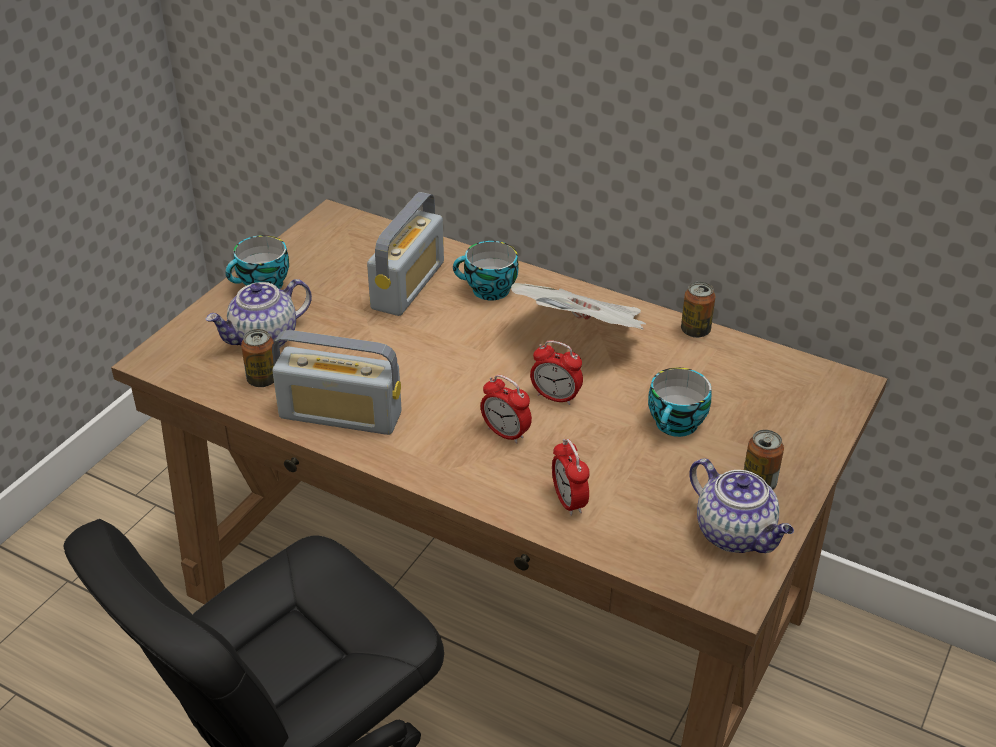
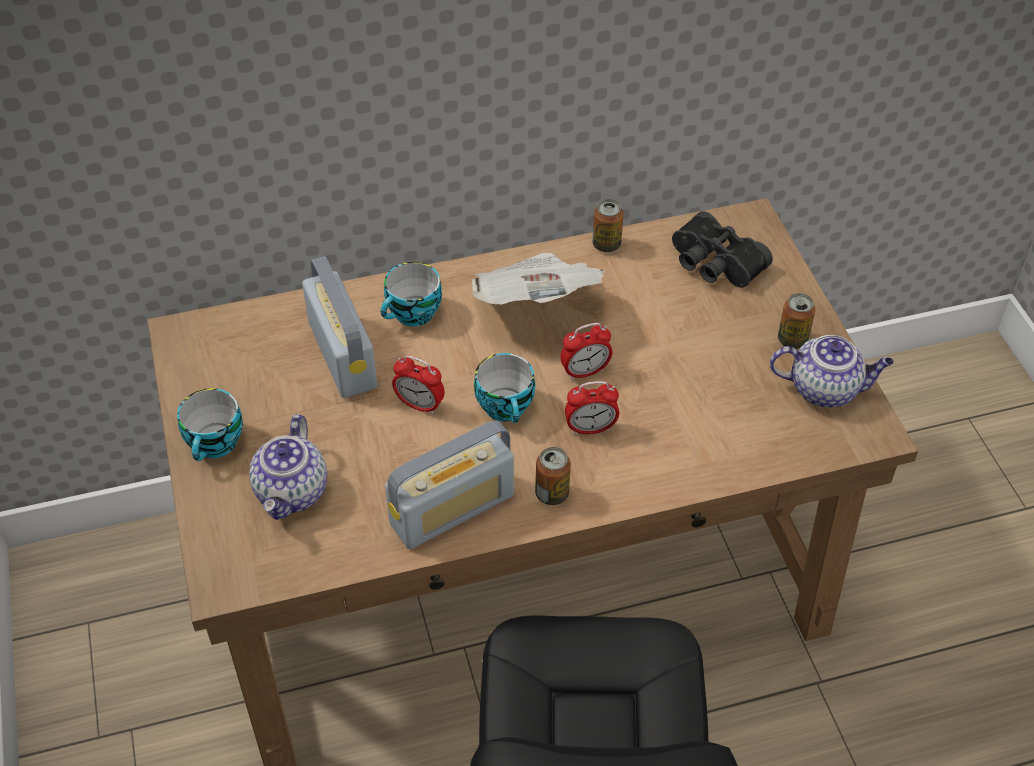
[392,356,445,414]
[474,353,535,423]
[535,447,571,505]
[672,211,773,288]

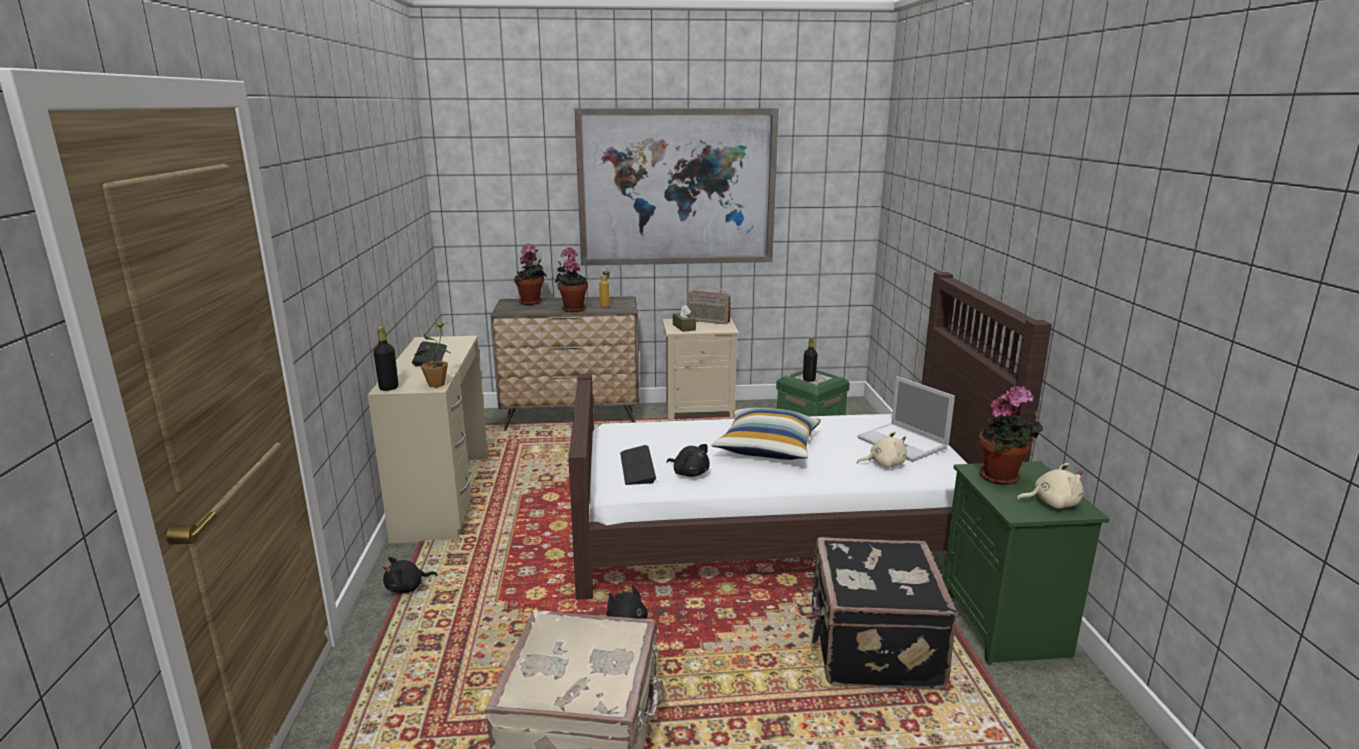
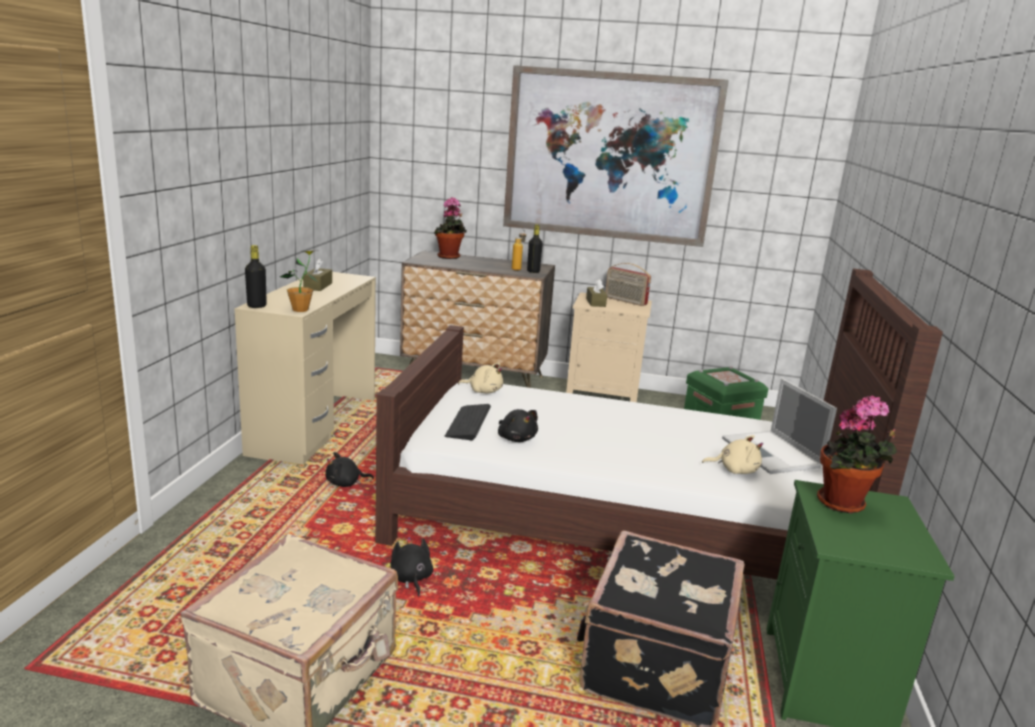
[303,258,332,291]
[326,452,374,487]
[458,363,503,393]
[527,224,543,273]
[555,247,588,312] (first image)
[712,408,821,460] (first image)

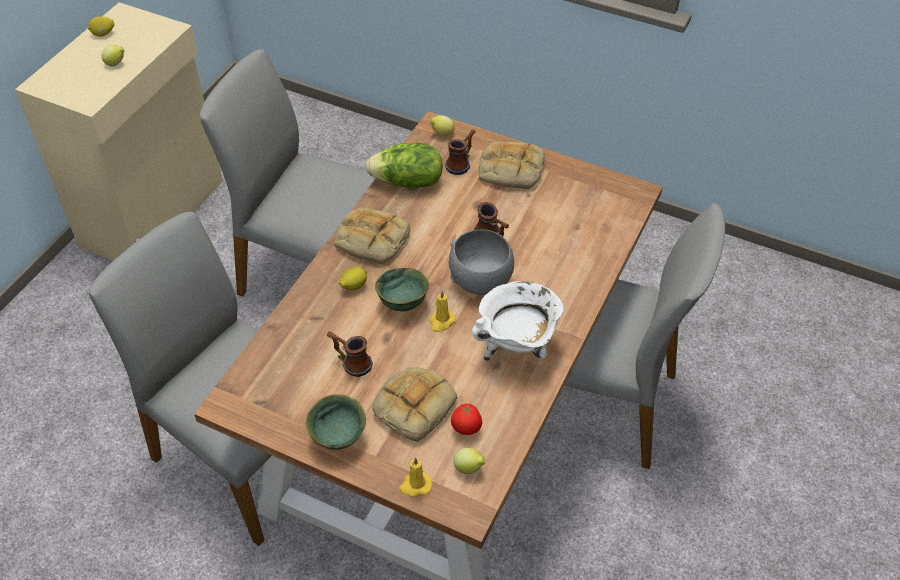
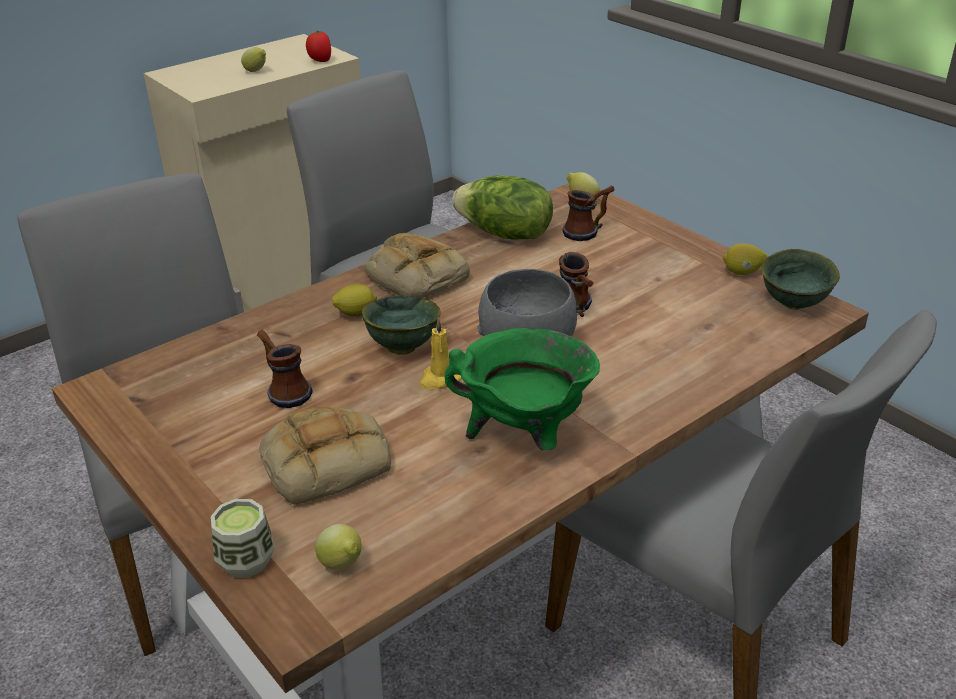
[211,499,274,578]
[306,31,331,62]
[445,328,600,450]
[723,244,767,275]
[761,249,840,310]
[479,142,545,189] (first image)

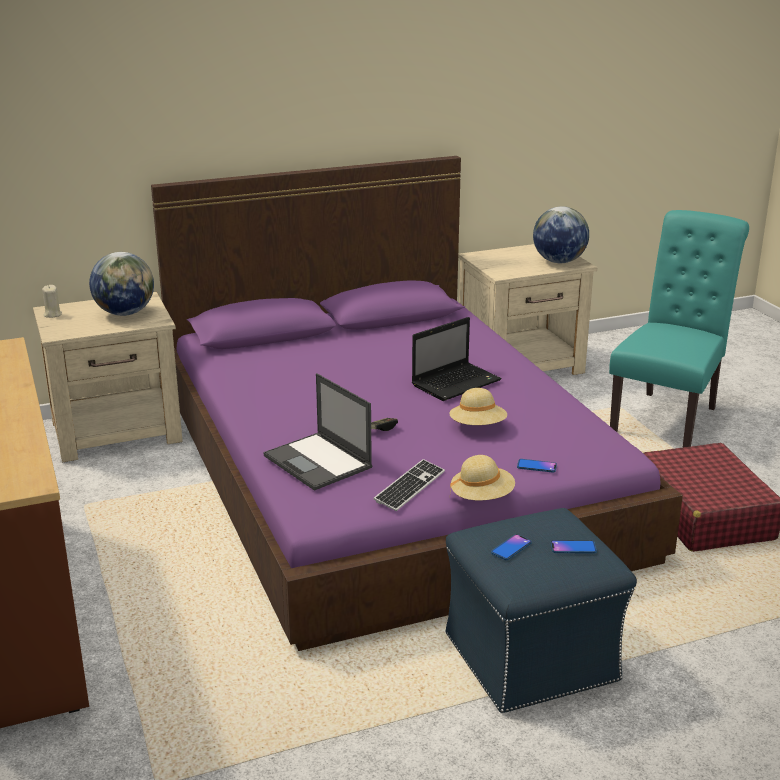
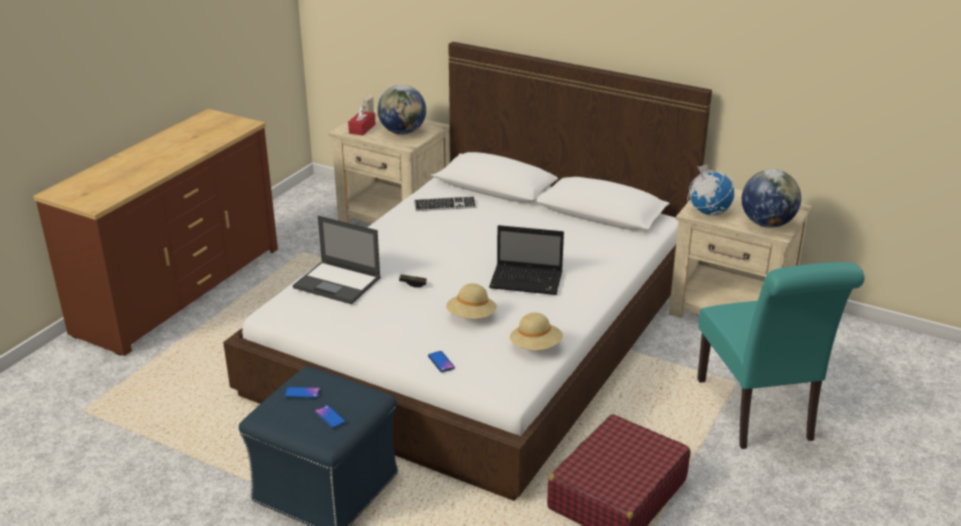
[223,42,712,501]
[293,216,381,304]
[348,105,376,136]
[414,196,476,211]
[510,313,563,350]
[687,164,734,216]
[697,262,865,449]

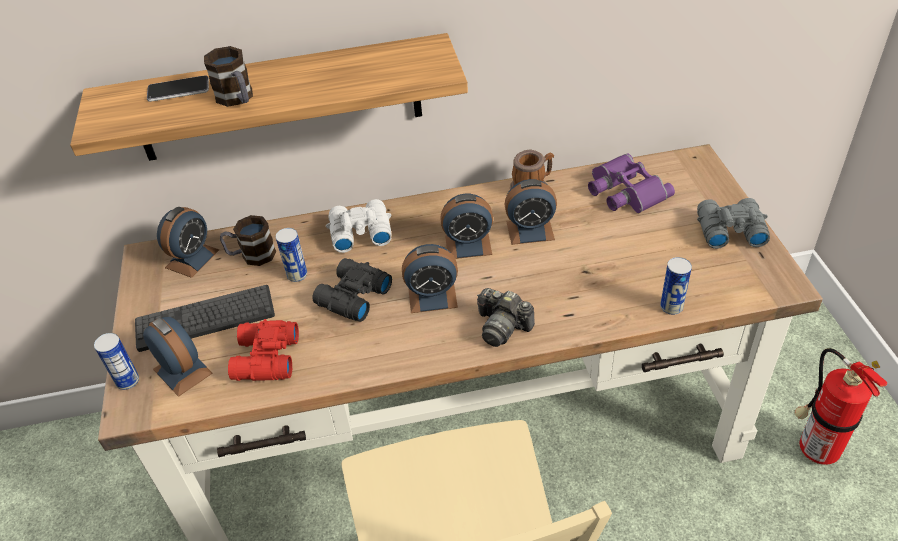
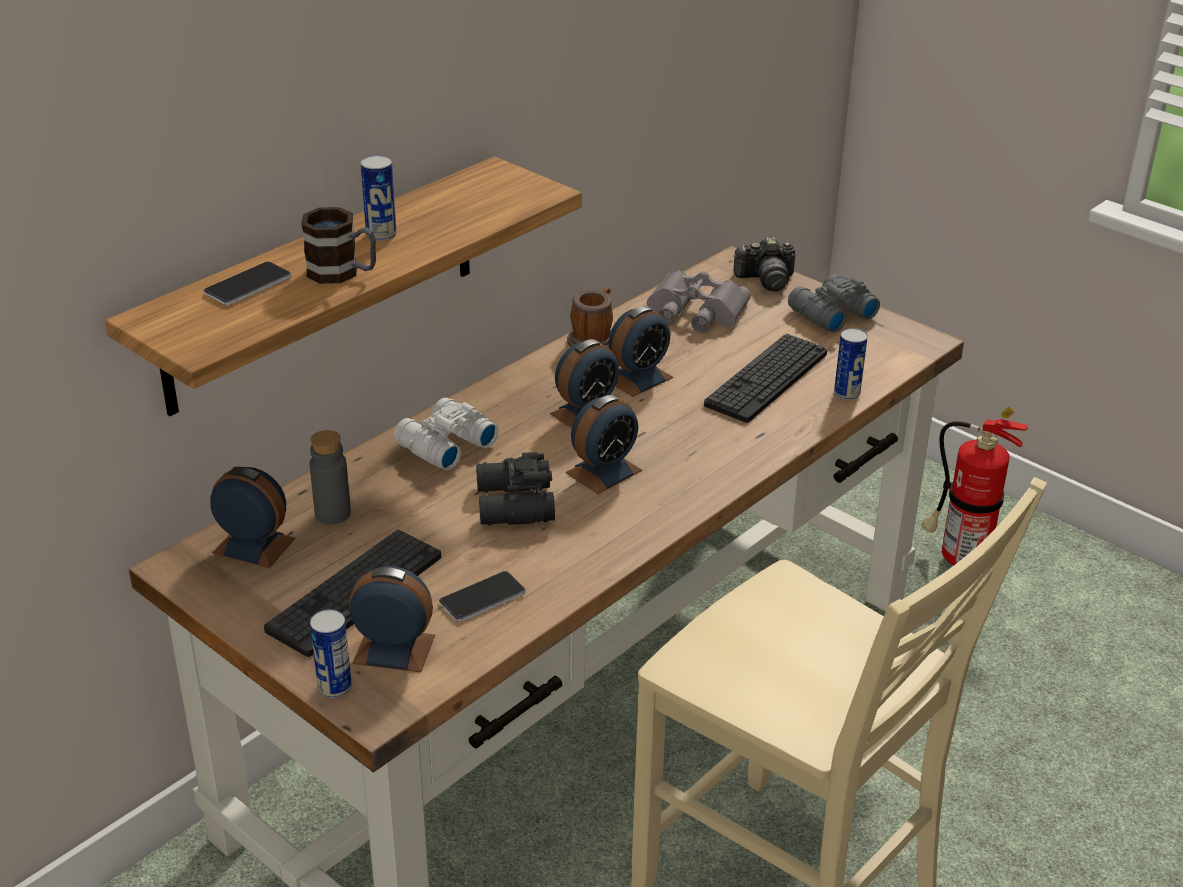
[210,467,295,568]
[310,430,351,524]
[361,155,396,241]
[439,571,526,622]
[647,270,751,333]
[704,334,827,423]
[733,237,795,291]

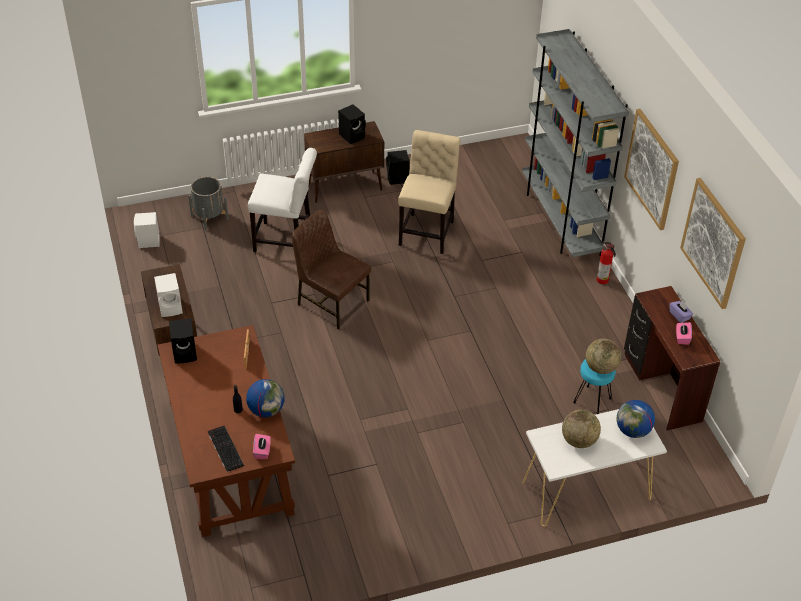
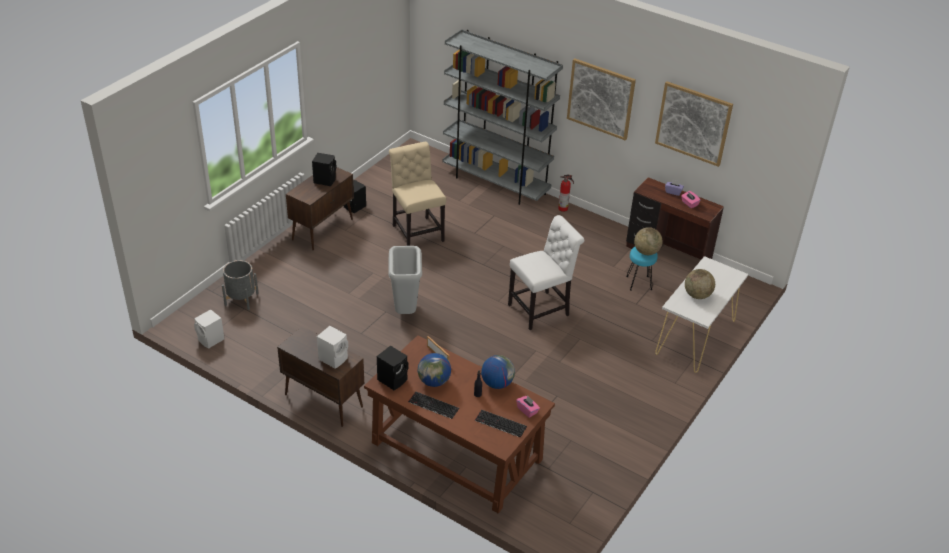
[388,246,422,314]
[408,392,459,419]
[417,353,451,387]
[508,215,584,330]

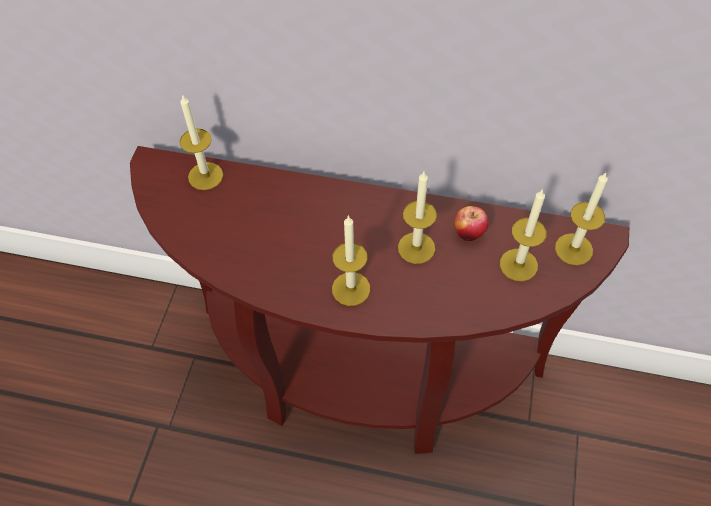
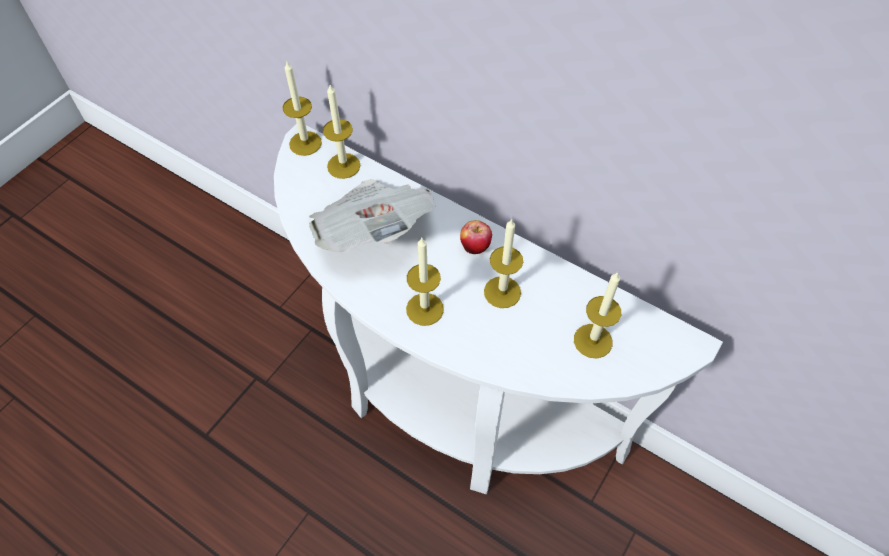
[274,124,723,494]
[283,61,322,156]
[309,179,436,252]
[460,220,492,254]

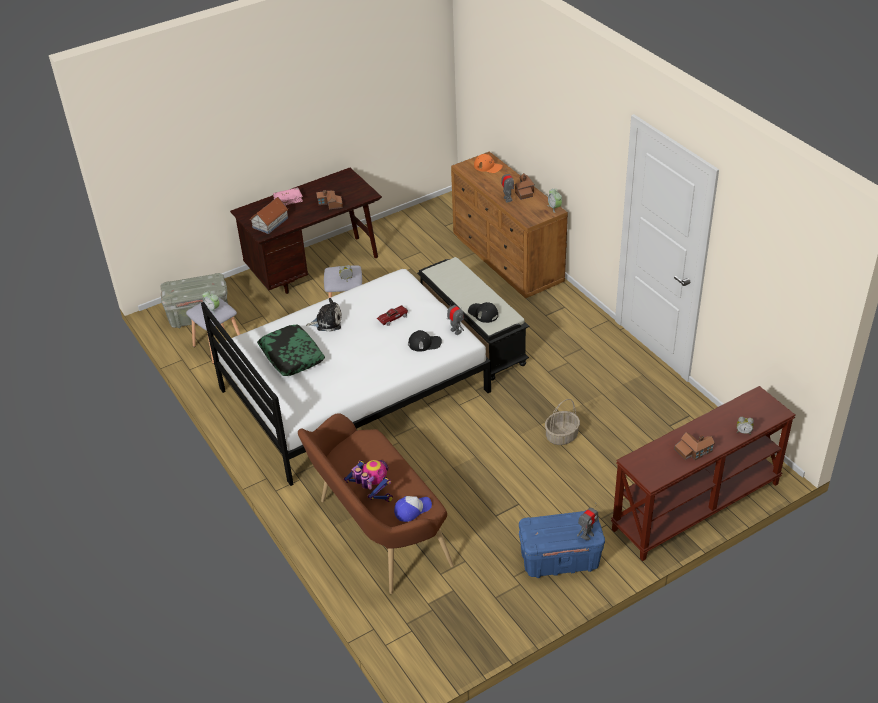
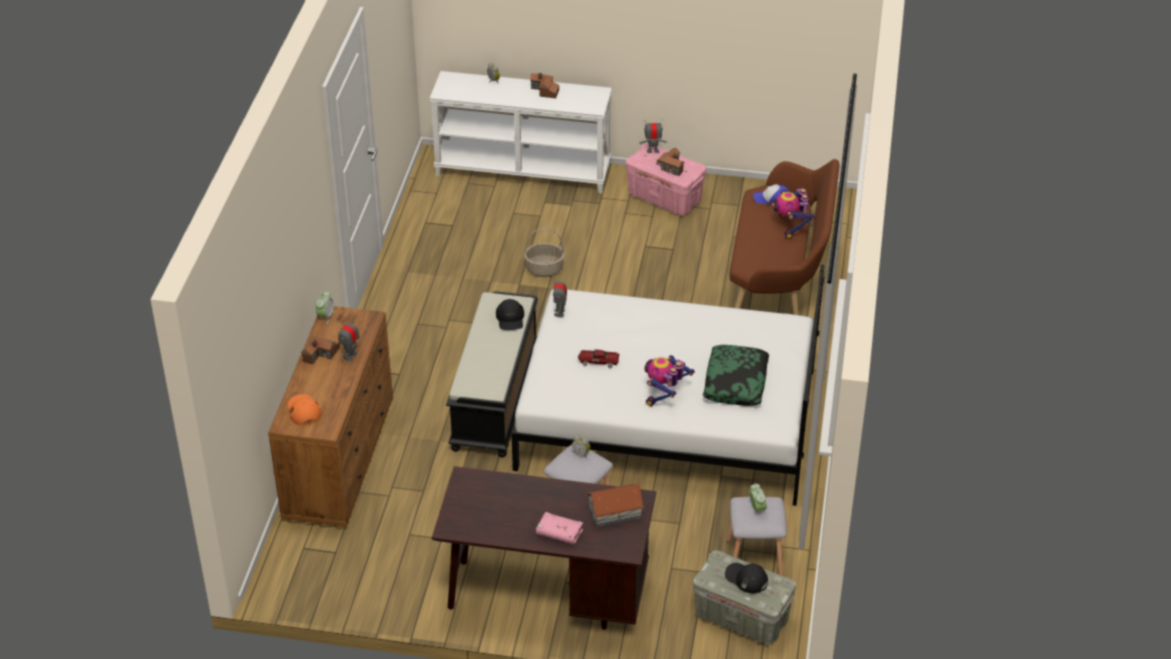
[430,71,612,193]
[626,143,706,216]
[644,355,695,406]
[657,148,685,176]
[725,563,768,593]

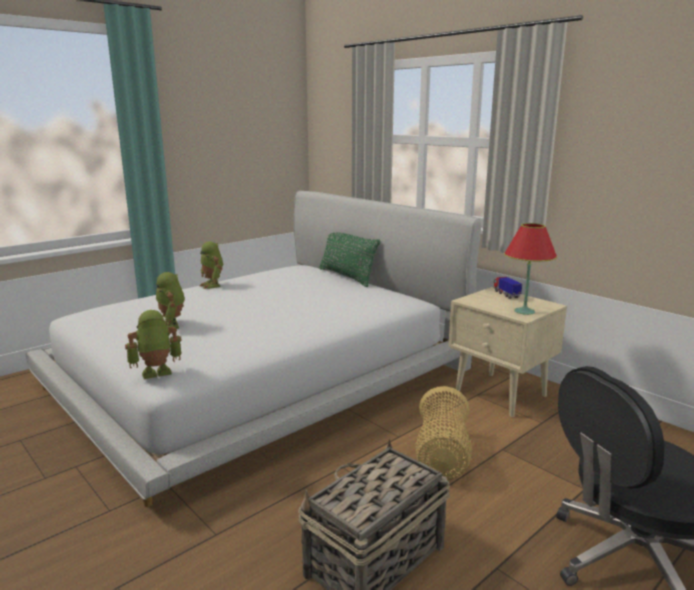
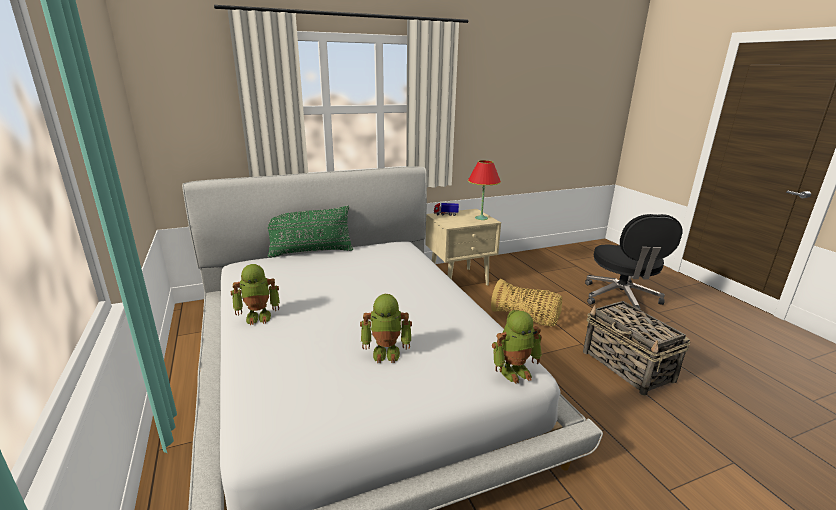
[492,310,542,384]

